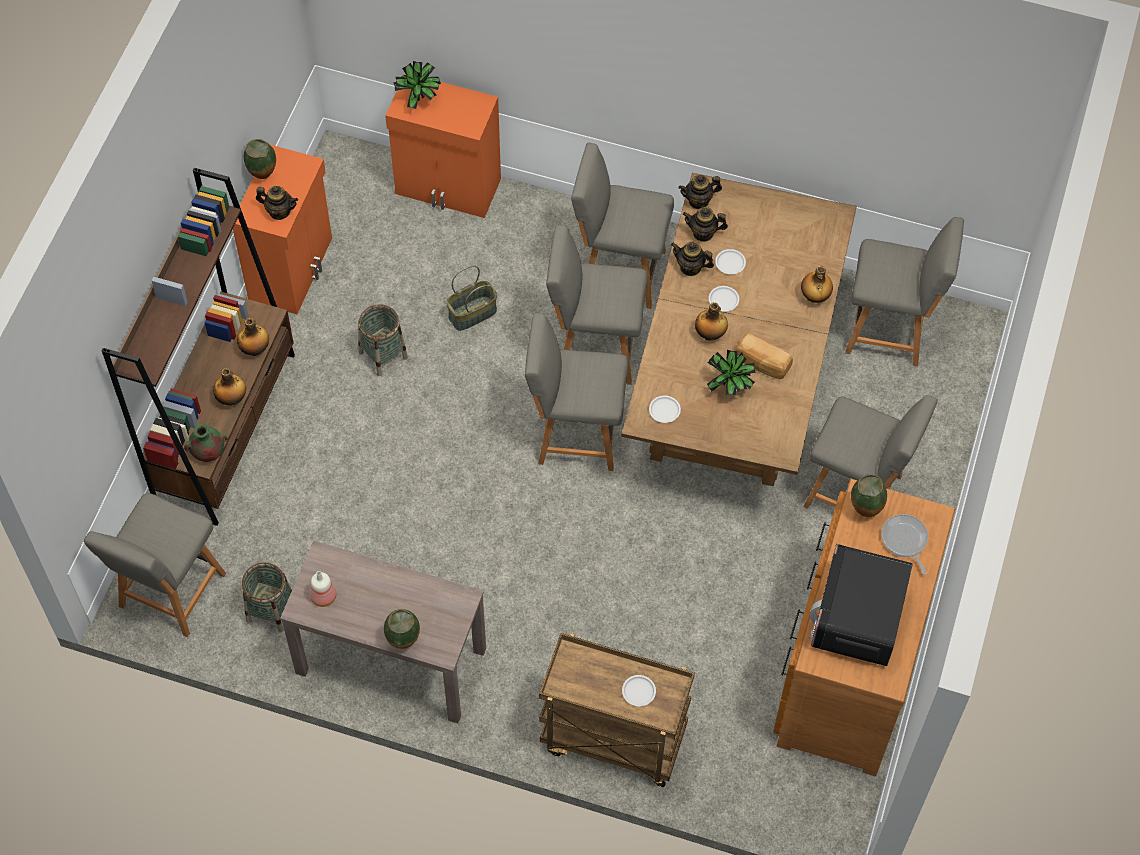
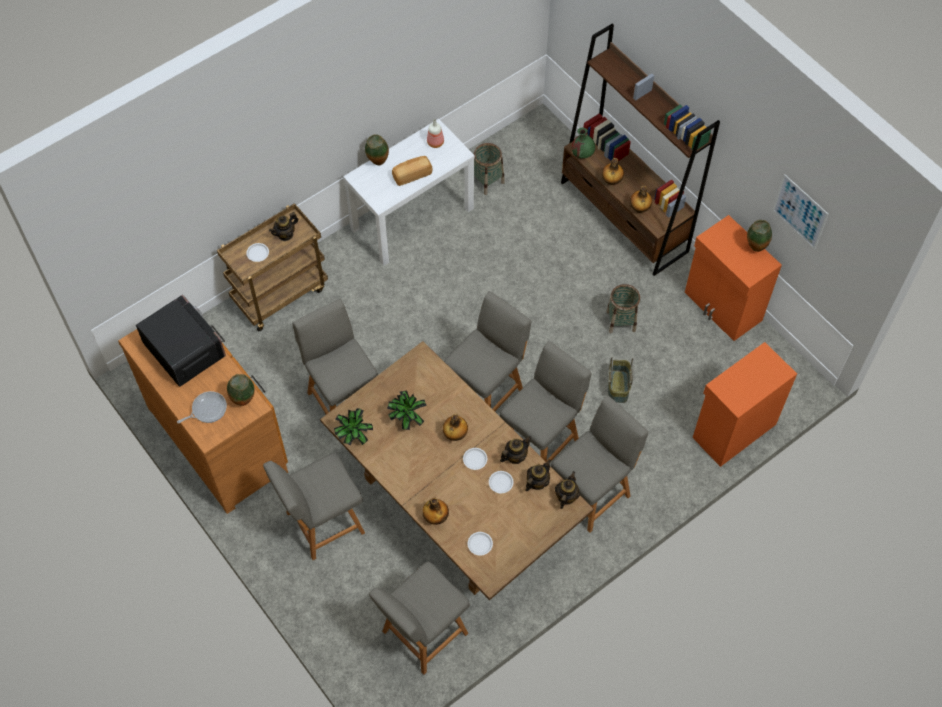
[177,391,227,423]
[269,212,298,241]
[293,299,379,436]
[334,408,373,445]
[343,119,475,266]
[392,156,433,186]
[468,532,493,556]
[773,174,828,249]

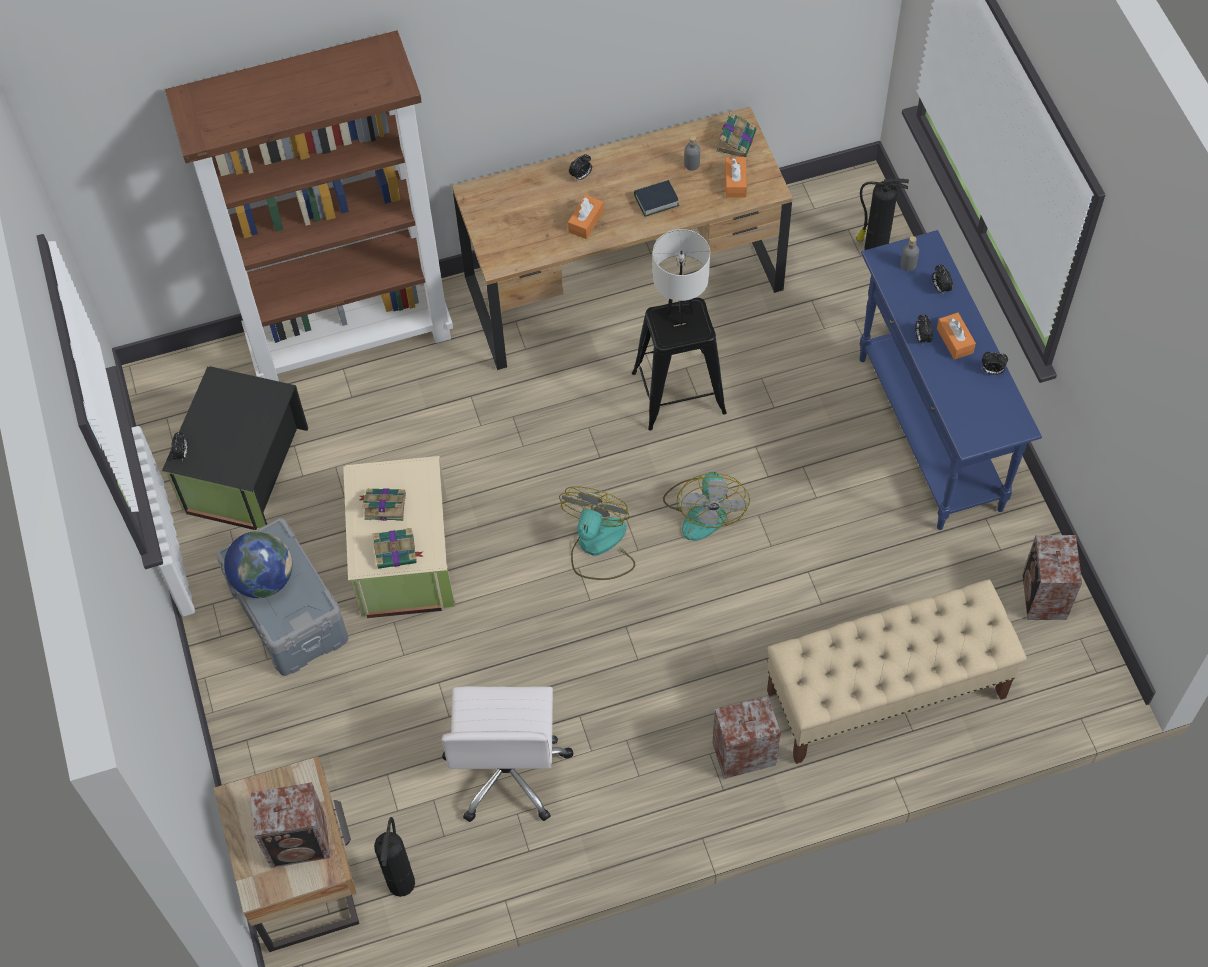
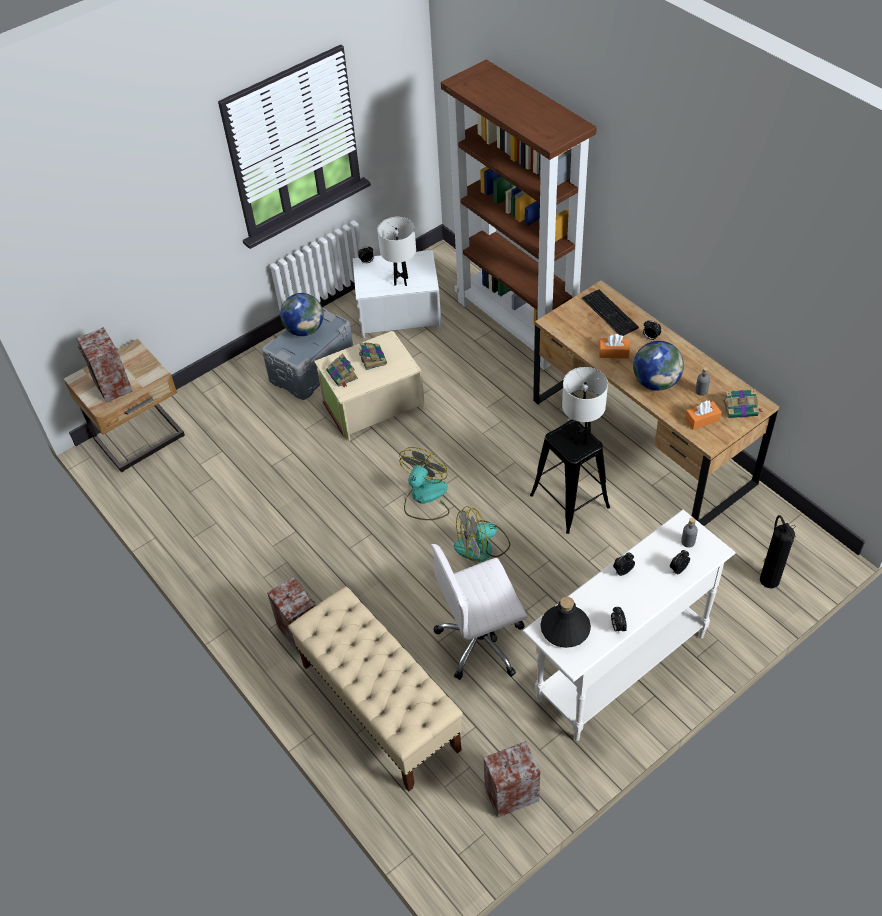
[353,250,442,339]
[377,217,416,286]
[399,447,449,520]
[431,544,527,680]
[522,509,736,741]
[540,597,591,648]
[582,289,639,336]
[633,341,684,391]
[374,817,415,897] (first image)
[937,312,976,360] (first image)

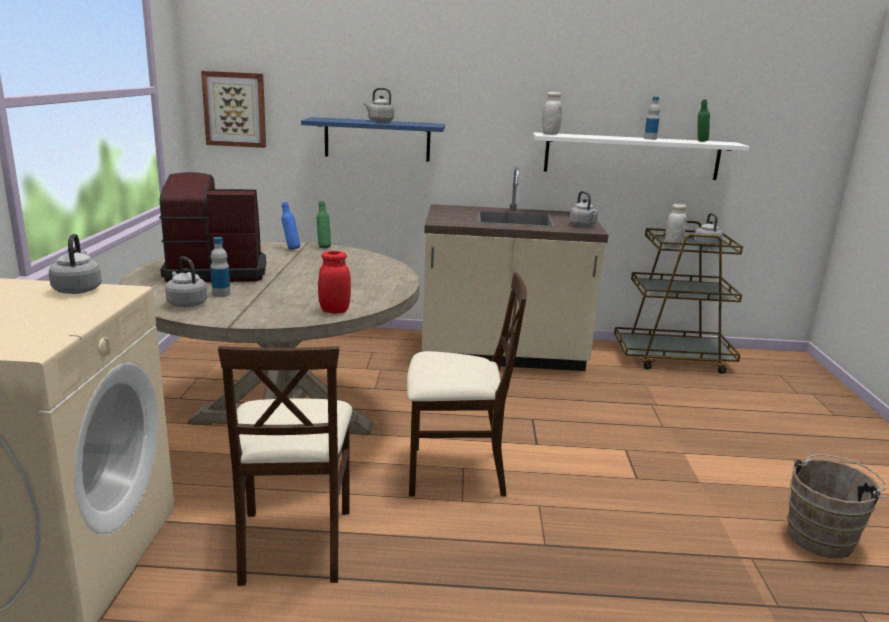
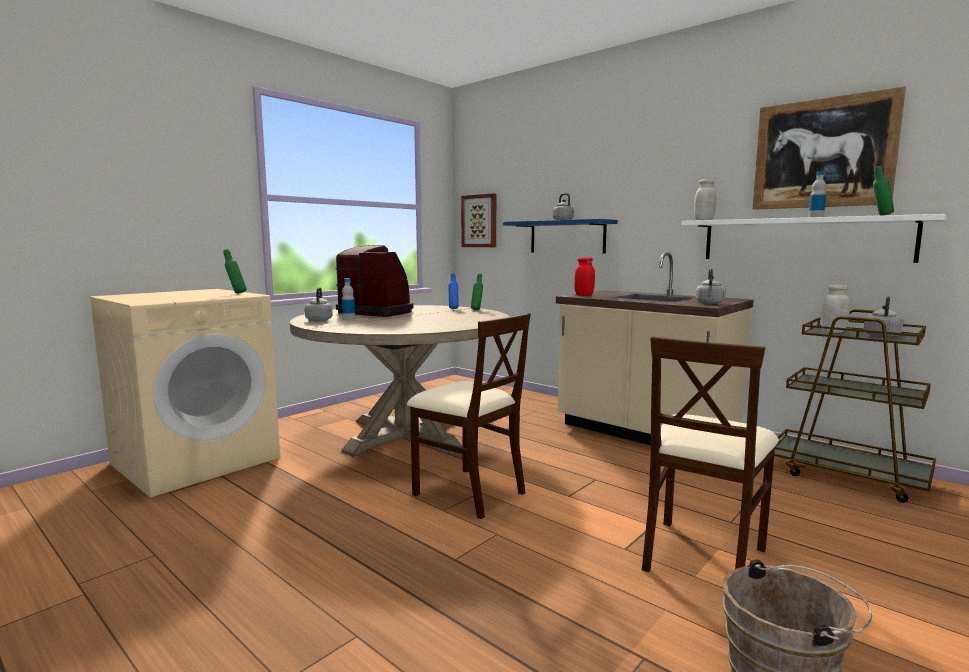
[223,249,246,294]
[574,257,595,296]
[642,336,779,572]
[753,86,906,210]

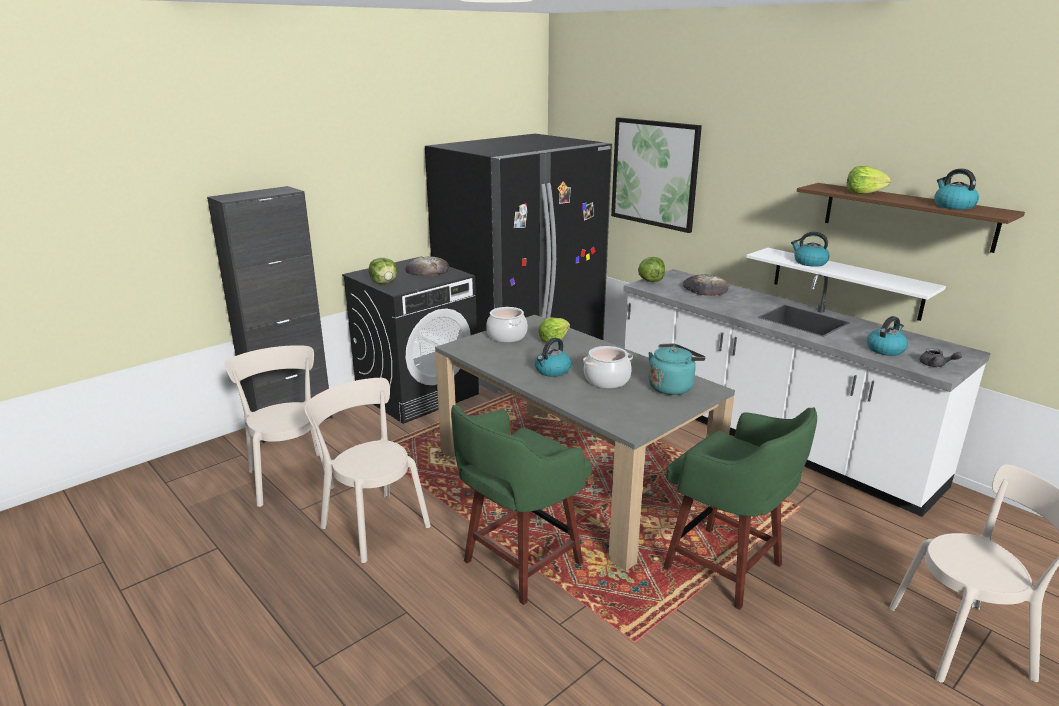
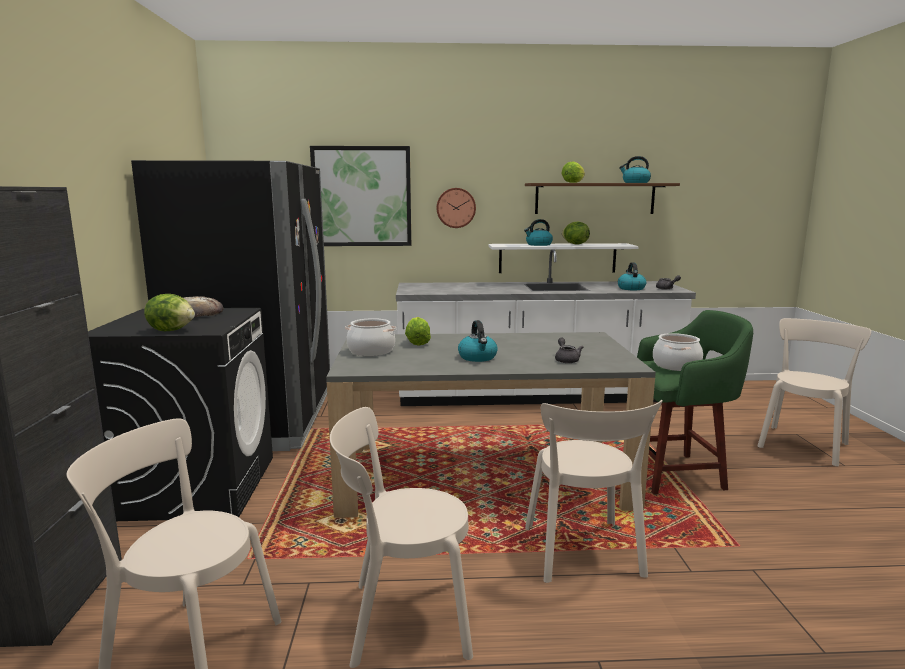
[436,188,476,228]
[525,400,663,583]
[555,338,583,363]
[562,222,590,245]
[653,333,703,371]
[648,343,705,395] (first image)
[683,274,728,296] (first image)

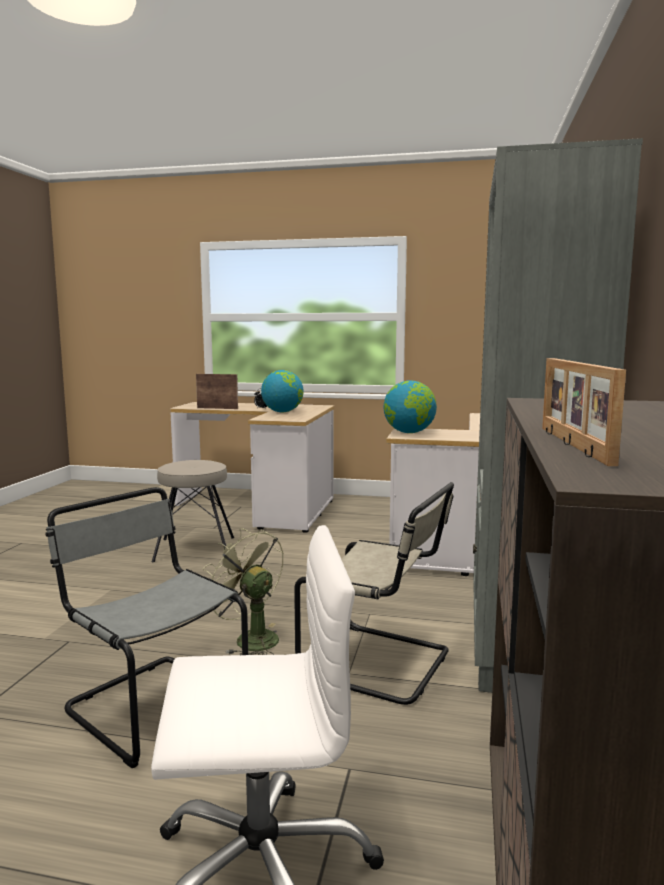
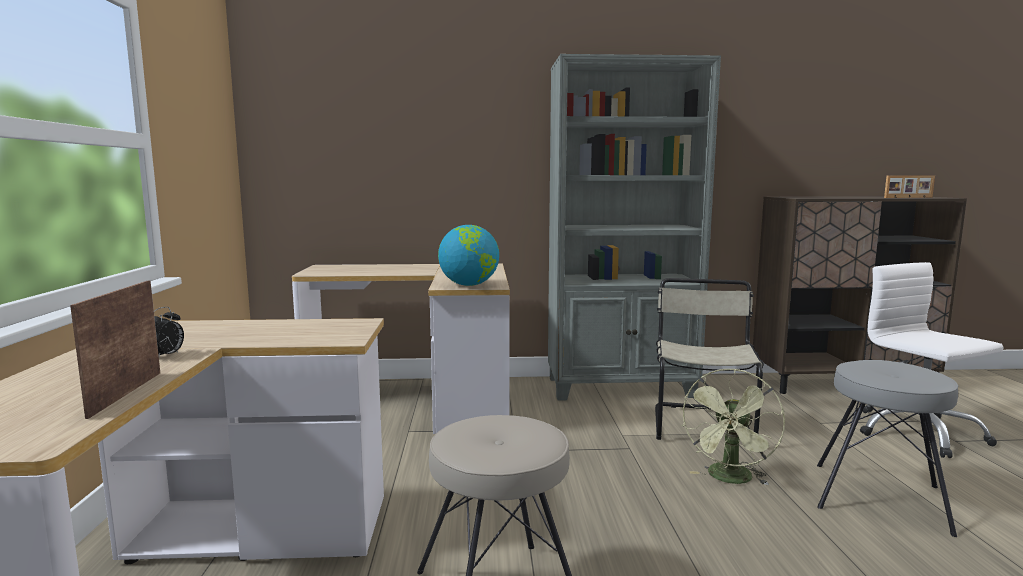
[817,360,958,537]
[261,370,303,412] (first image)

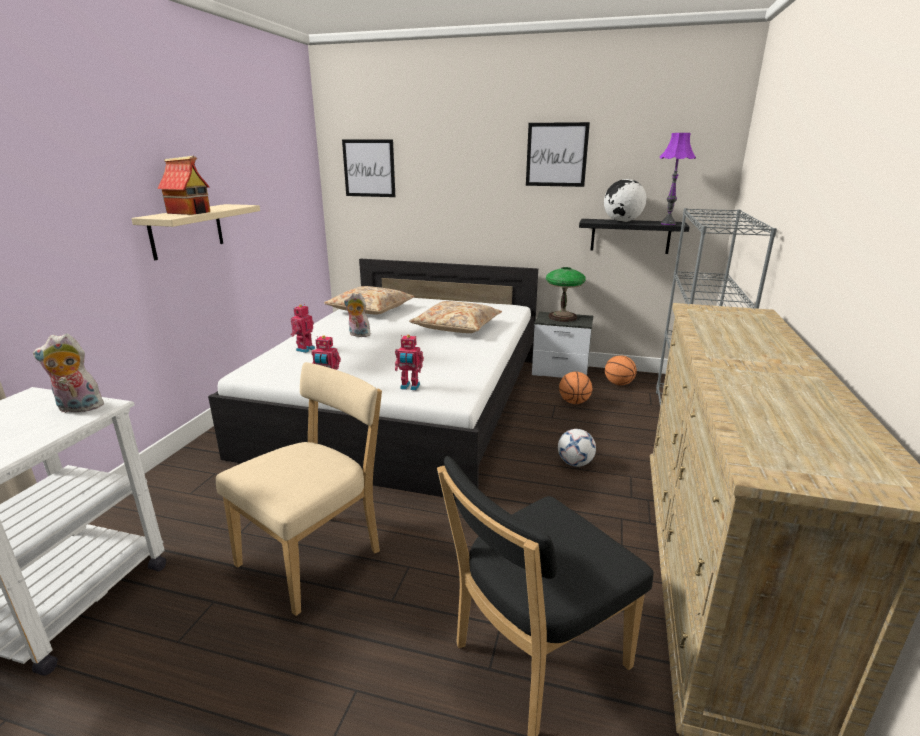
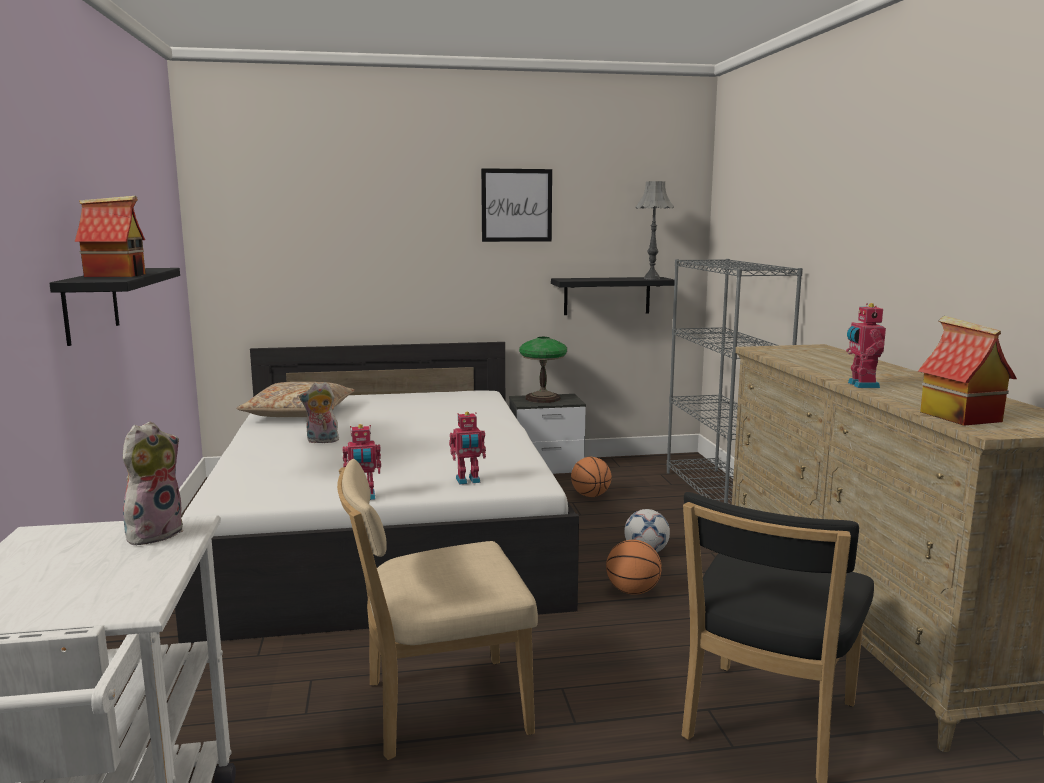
[49,268,180,346]
[123,422,184,546]
[337,459,538,760]
[606,540,662,595]
[636,181,674,280]
[846,303,886,388]
[918,316,1017,426]
[342,139,395,197] (first image)
[409,301,502,333] (first image)
[604,179,647,222] (first image)

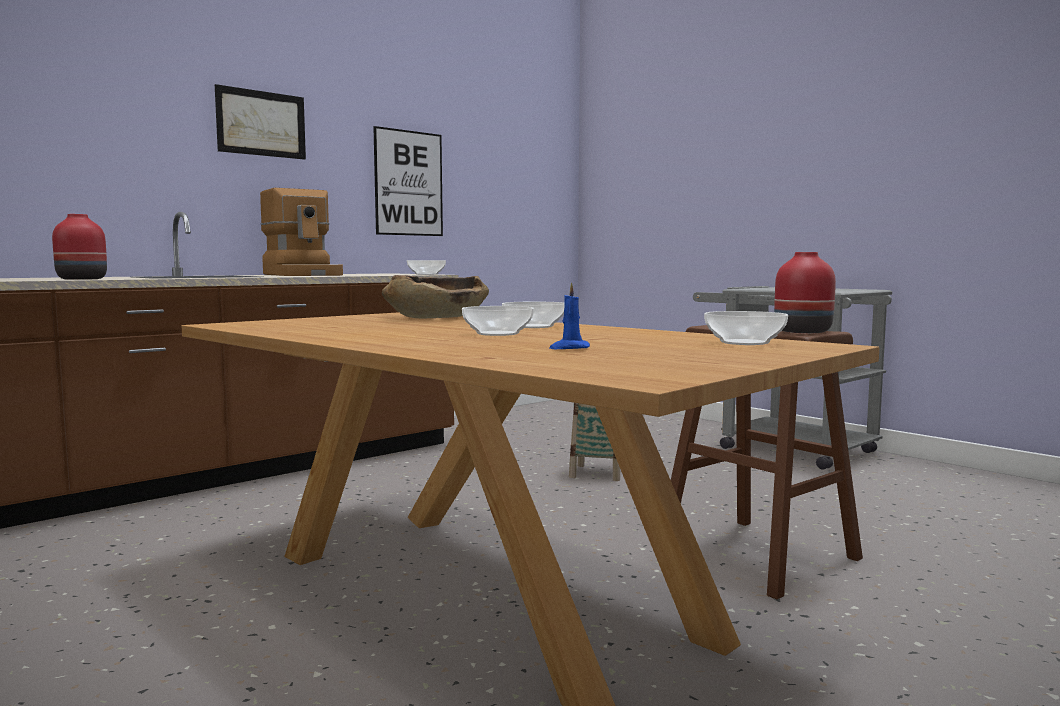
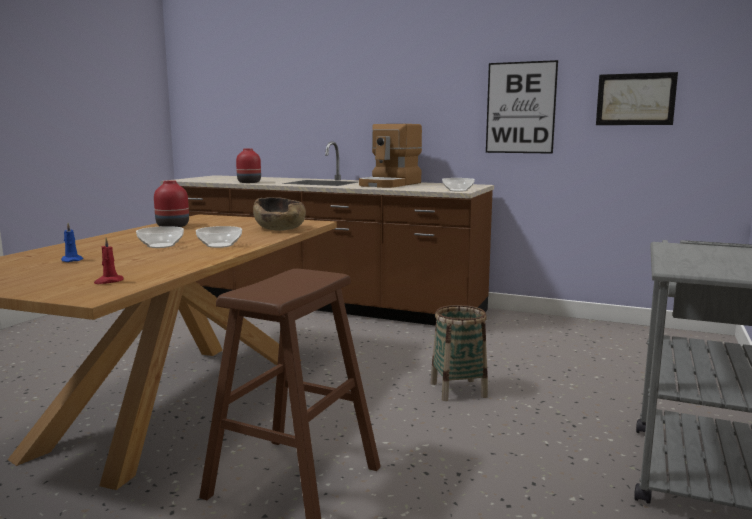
[94,238,124,284]
[154,180,189,227]
[596,72,678,125]

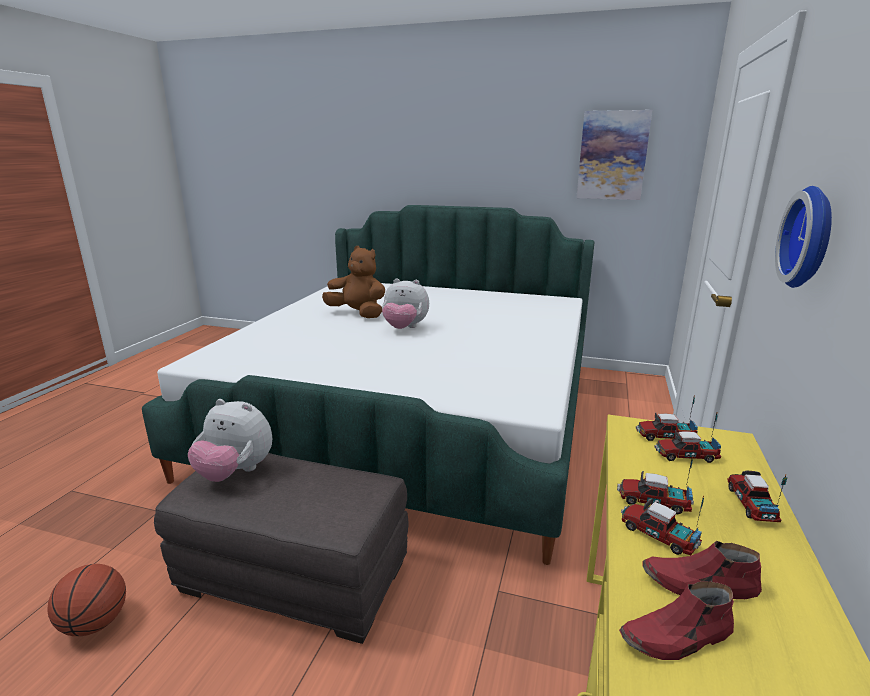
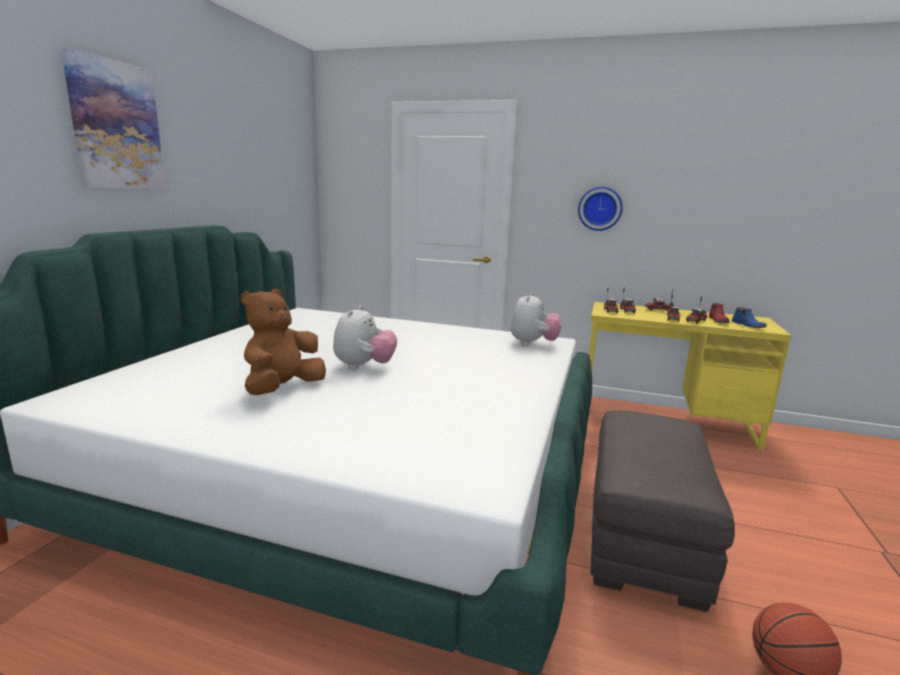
[61,47,165,189]
[511,292,562,346]
[732,307,767,328]

